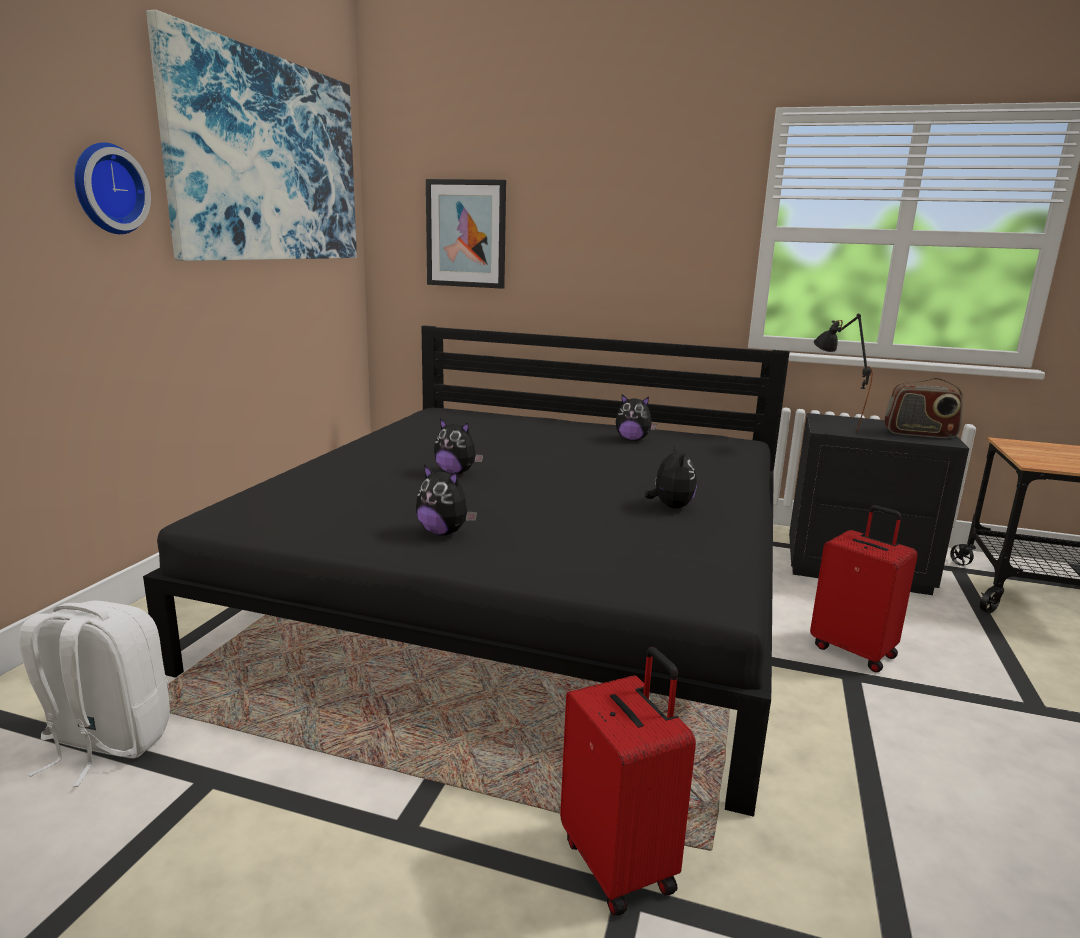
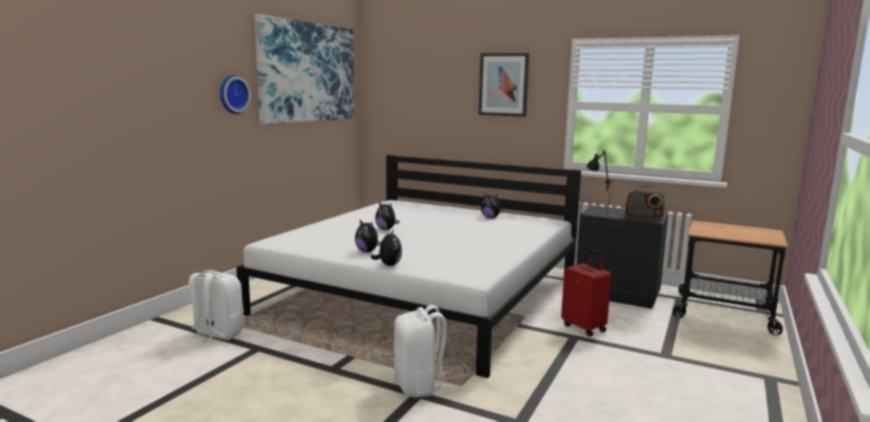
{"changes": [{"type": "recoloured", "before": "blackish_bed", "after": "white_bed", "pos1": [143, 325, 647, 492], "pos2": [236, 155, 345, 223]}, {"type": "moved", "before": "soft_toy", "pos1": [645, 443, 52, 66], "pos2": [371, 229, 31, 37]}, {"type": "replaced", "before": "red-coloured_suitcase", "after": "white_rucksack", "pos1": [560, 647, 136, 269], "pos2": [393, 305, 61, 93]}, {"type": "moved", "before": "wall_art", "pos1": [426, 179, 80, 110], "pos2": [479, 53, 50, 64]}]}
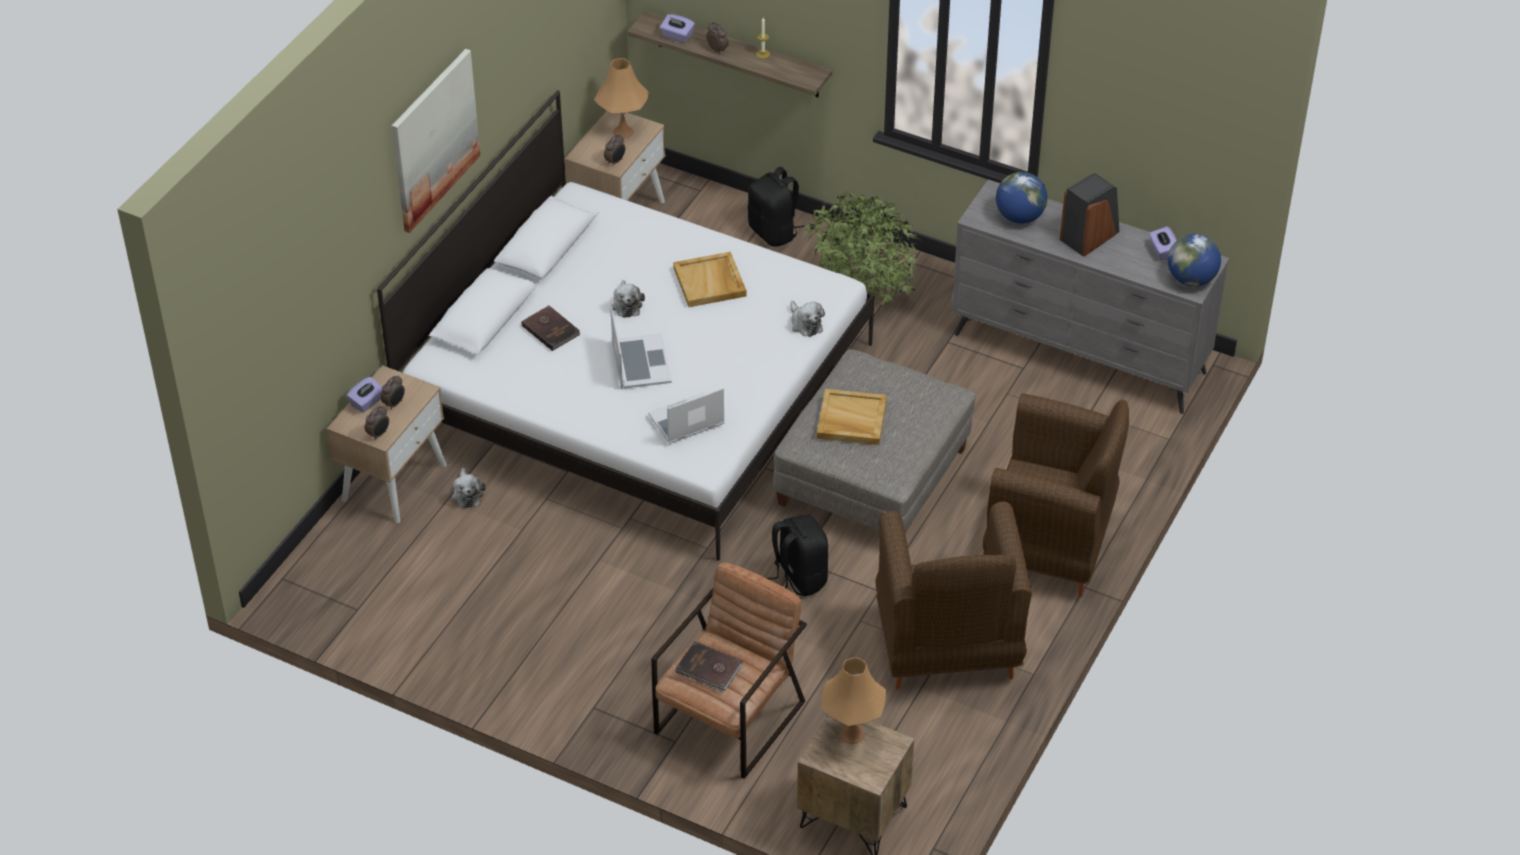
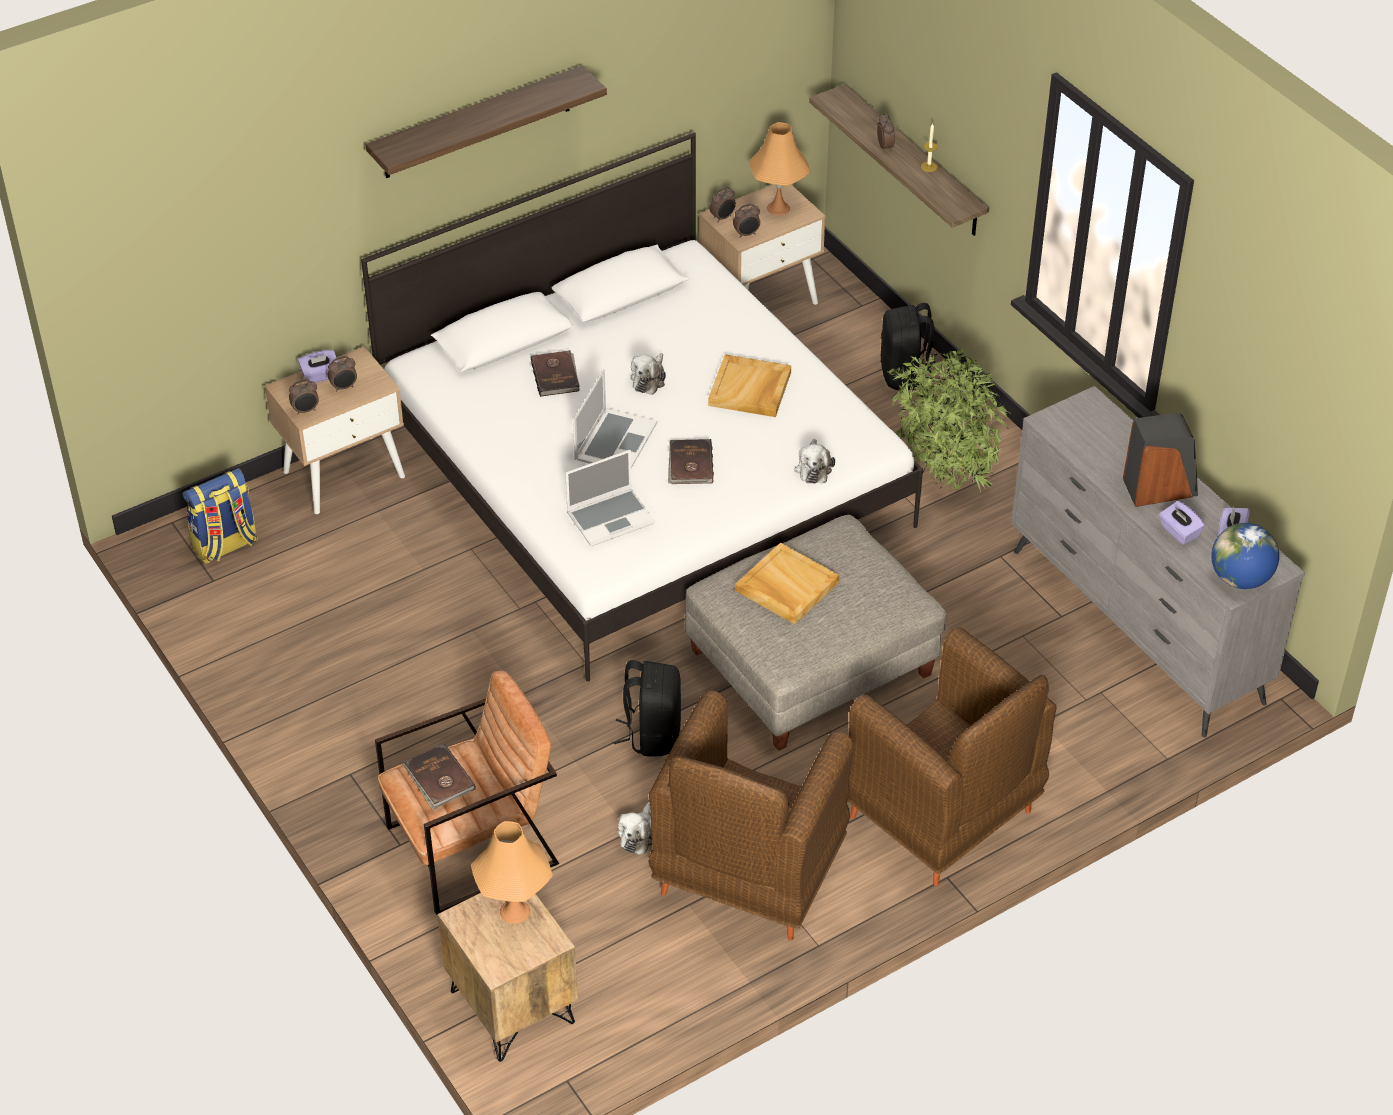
{"changes": [{"type": "added", "after": "rucksack", "pos2": [183, 468, 75, 96]}, {"type": "replaced", "before": "wall_art", "after": "wall_shelf", "pos1": [392, 49, 88, 184], "pos2": [365, 65, 242, 113]}, {"type": "turned", "before": "notebook_computer", "pos1": [648, 388, 77, 56], "pos2": [565, 450, 90, 96], "turn": 150}, {"type": "moved", "before": "soft_toy", "pos1": [451, 468, 34, 40], "pos2": [617, 802, 35, 53]}, {"type": "added", "after": "brown_book", "pos2": [668, 439, 46, 45]}, {"type": "added", "after": "alarm_clock", "pos2": [709, 187, 27, 35]}, {"type": "moved", "before": "purple_box_of_tissues", "pos1": [660, 14, 35, 29], "pos2": [1159, 501, 46, 44]}, {"type": "removed", "before": "desk_globe", "pos1": [996, 172, 51, 52]}]}
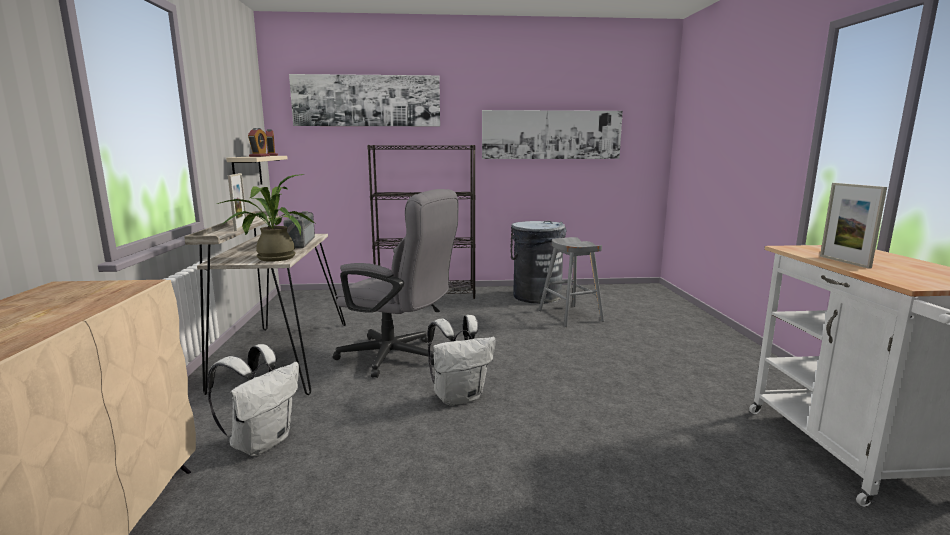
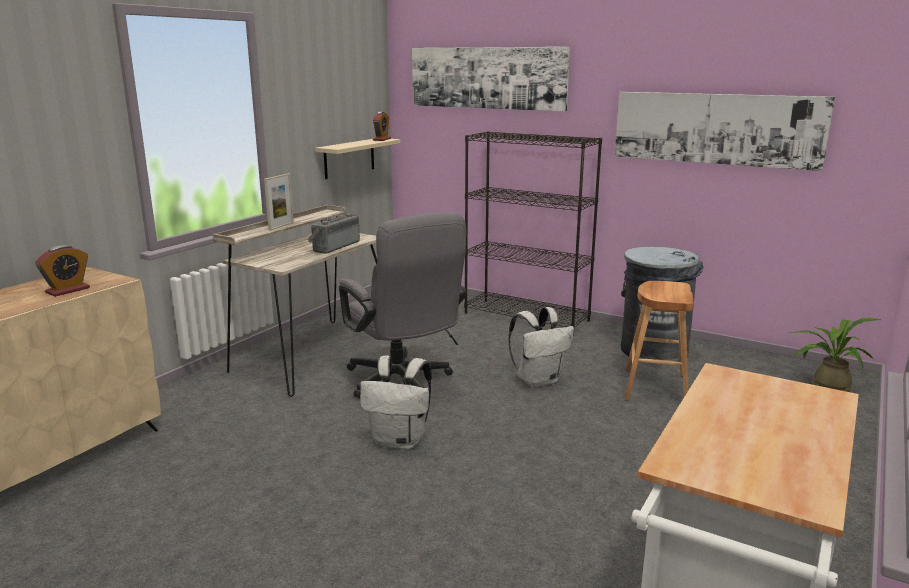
{"changes": [{"type": "moved", "before": "alarm_clock", "pos1": [248, 128, 22, 29], "pos2": [35, 245, 55, 52]}, {"type": "moved", "before": "white_rucksack", "pos1": [207, 344, 92, 112], "pos2": [508, 307, 66, 81]}, {"type": "recoloured", "before": "gray_sitting_stool", "after": "brown_sitting_stool", "pos1": [539, 237, 65, 90], "pos2": [624, 281, 70, 120]}, {"type": "moved", "before": "plant_in_a_pot", "pos1": [217, 174, 98, 88], "pos2": [789, 318, 91, 74]}, {"type": "removed", "before": "standing_frame", "pos1": [820, 183, 67, 86]}]}
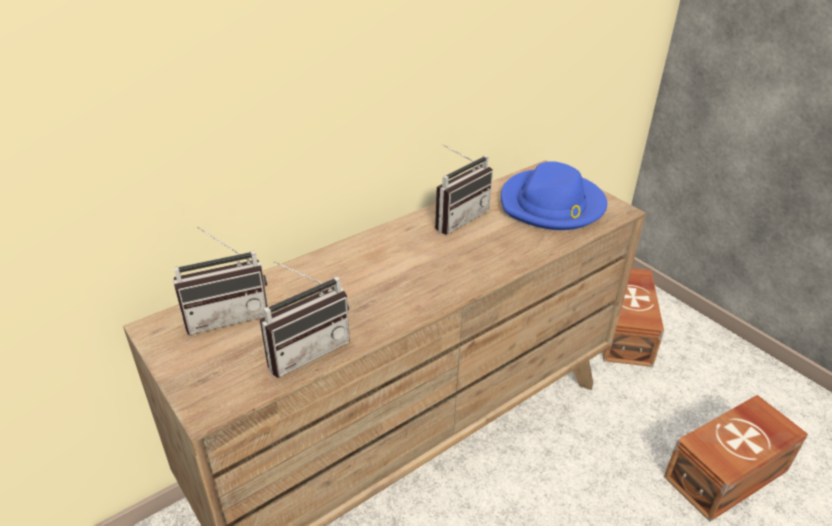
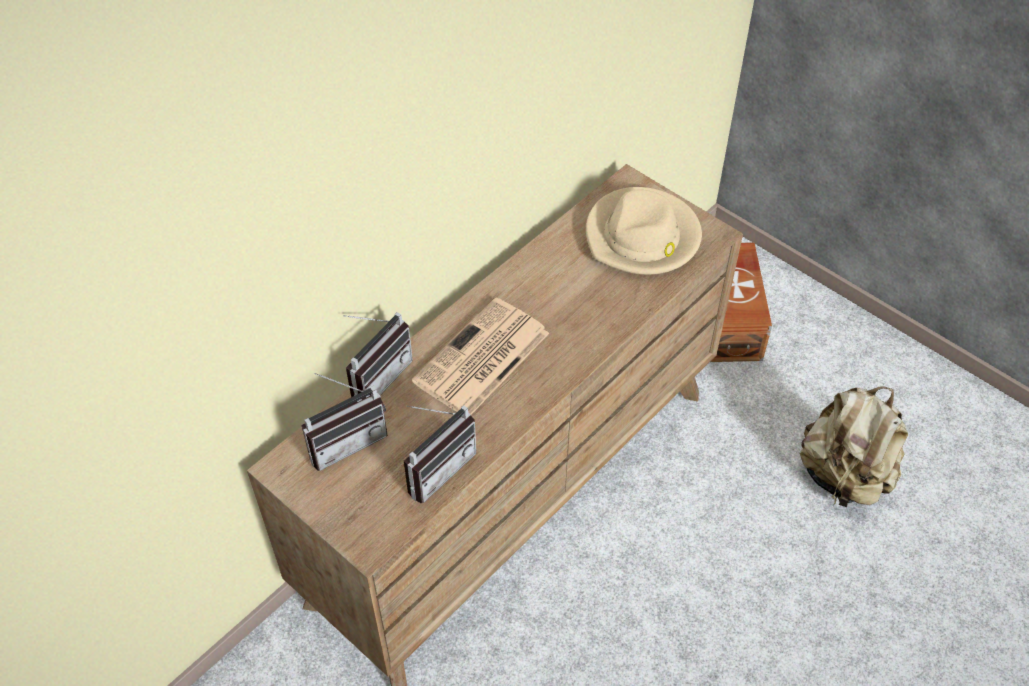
{"changes": [{"type": "moved", "before": "radio_receiver", "pos1": [435, 144, 58, 91], "pos2": [344, 312, 69, 85]}, {"type": "added", "after": "newspaper", "pos2": [412, 297, 137, 118]}, {"type": "recoloured", "before": "bluish_clothing_hat", "after": "beige_clothing_hat", "pos1": [501, 161, 106, 69], "pos2": [586, 187, 116, 88]}, {"type": "replaced", "before": "brown_storage_container", "after": "beige_rucksack", "pos1": [664, 395, 144, 127], "pos2": [800, 386, 108, 121]}]}
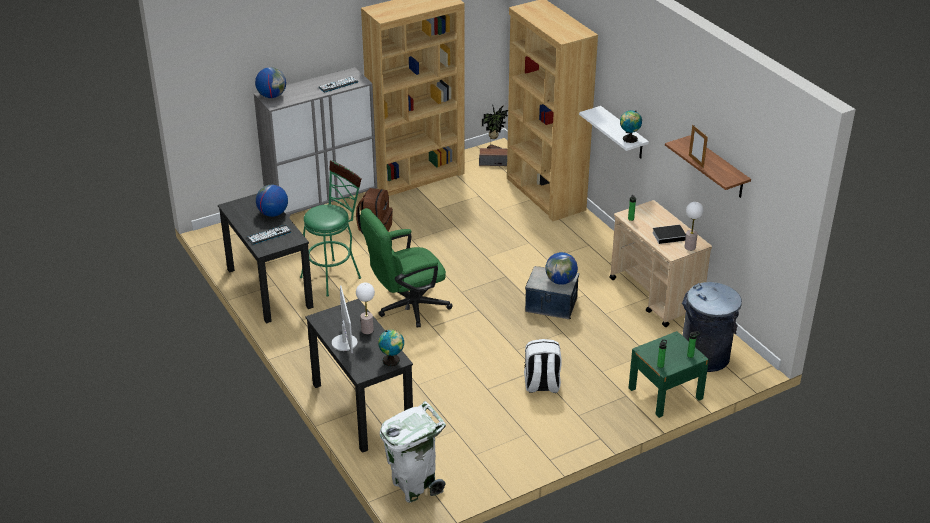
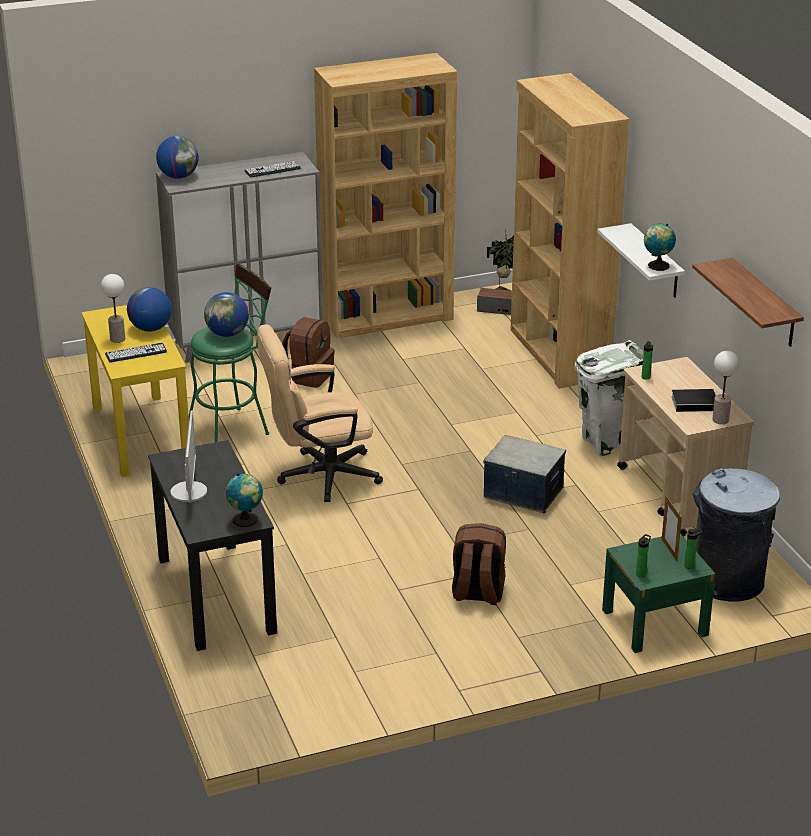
{"changes": [{"type": "recoloured", "before": "blackish_desk_unit", "after": "yellowish_desk_unit", "pos1": [218, 194, 96, 130], "pos2": [81, 305, 108, 172]}, {"type": "moved", "before": "table_lamp", "pos1": [356, 283, 19, 51], "pos2": [101, 274, 24, 69]}, {"type": "moved", "before": "desk_globe", "pos1": [545, 252, 33, 33], "pos2": [204, 292, 45, 45]}, {"type": "recoloured", "before": "green_desk_chair", "after": "beige_desk_chair", "pos1": [360, 208, 93, 119], "pos2": [257, 324, 126, 178]}, {"type": "recoloured", "before": "white_rucksack", "after": "brown_rucksack", "pos1": [524, 339, 38, 54], "pos2": [452, 523, 54, 82]}, {"type": "moved", "before": "white_rubbish_bin", "pos1": [380, 401, 66, 102], "pos2": [574, 340, 70, 116]}, {"type": "moved", "before": "standing_frame", "pos1": [689, 125, 19, 43], "pos2": [662, 496, 20, 65]}]}
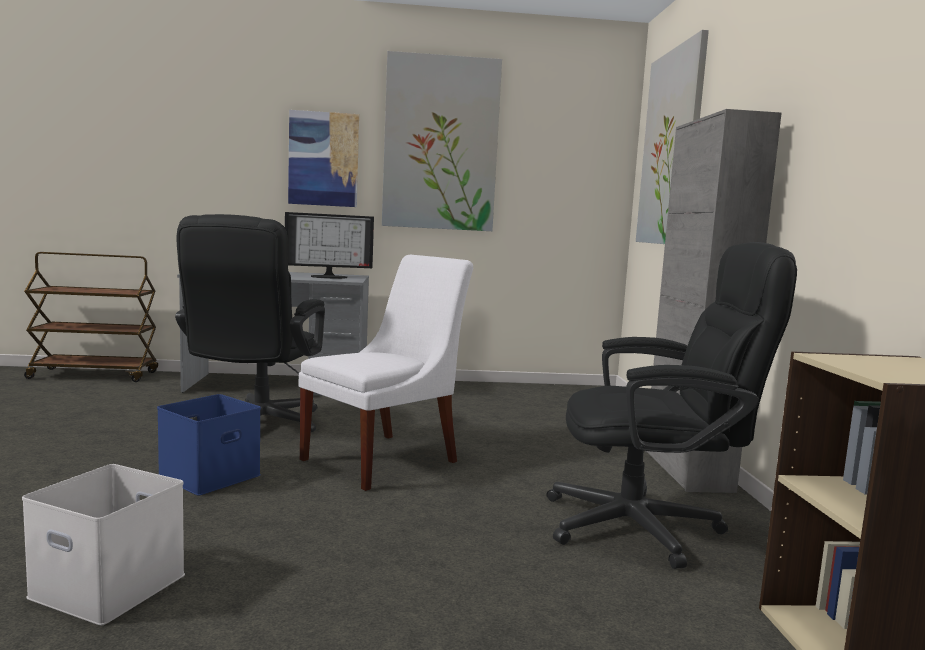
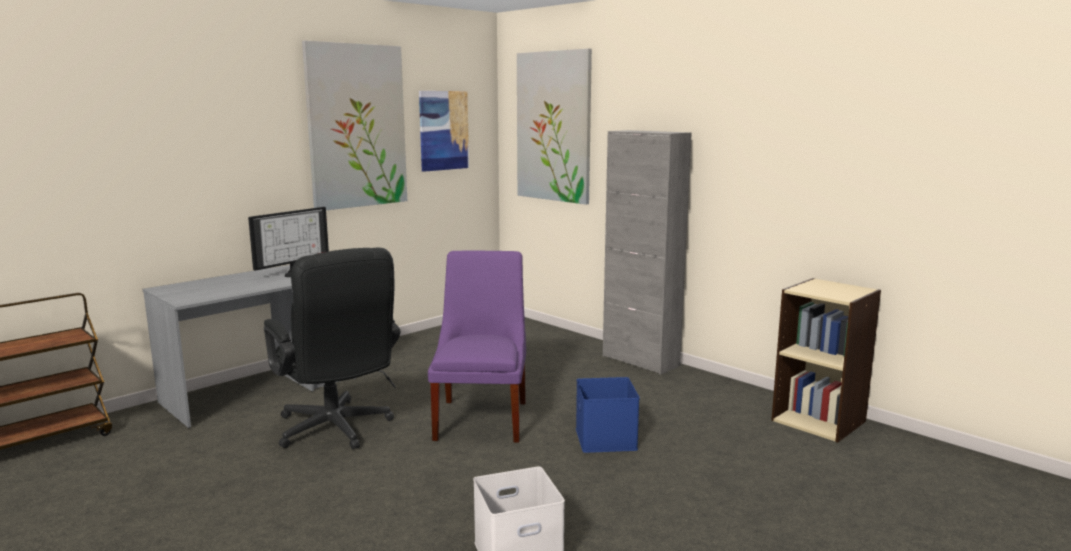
{"changes": [{"type": "moved", "before": "wall_art", "pos1": [288, 110, 71, 97], "pos2": [419, 91, 50, 81]}, {"type": "recoloured", "before": "white_chair", "after": "purple_chair", "pos1": [299, 255, 174, 236], "pos2": [428, 251, 98, 192]}, {"type": "moved", "before": "bluish_storage_container", "pos1": [157, 394, 104, 101], "pos2": [576, 377, 64, 76]}, {"type": "removed", "before": "blackish_desk_chair", "pos1": [546, 242, 251, 327]}]}
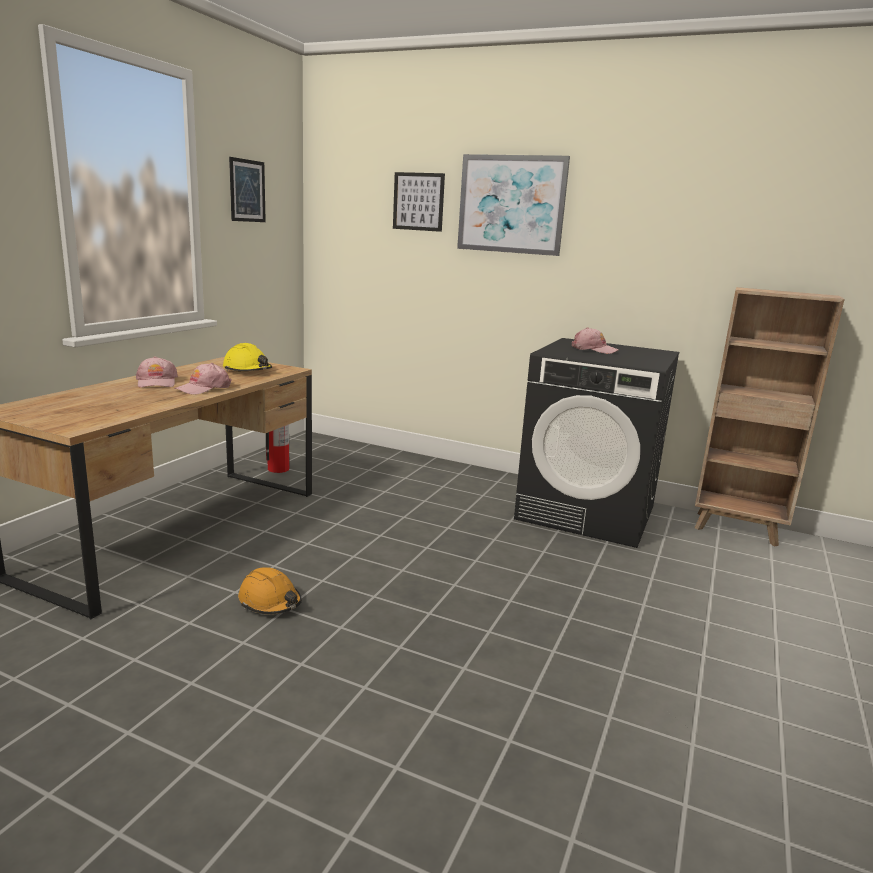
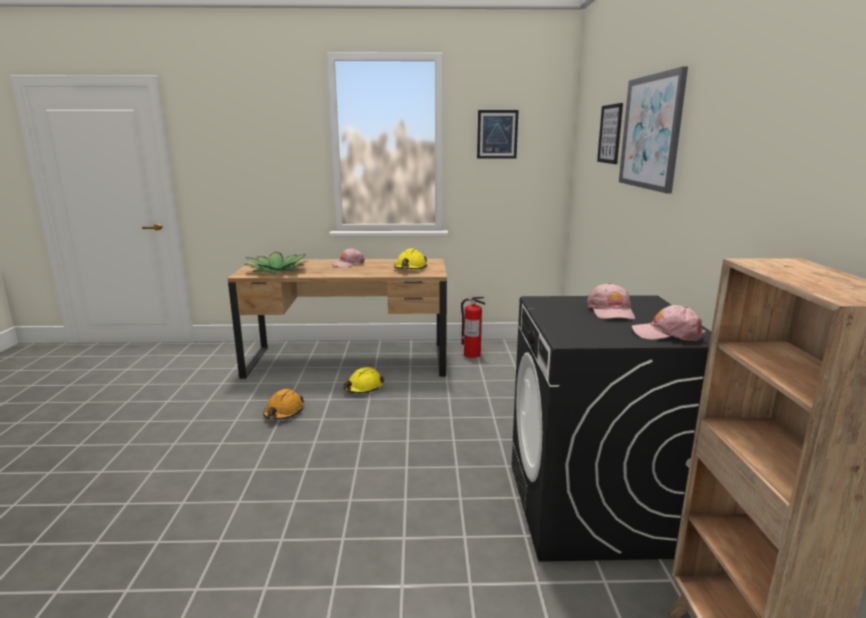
{"changes": [{"type": "added", "after": "plant_in_a_pot", "pos2": [244, 252, 64, 21]}, {"type": "added", "after": "yellowish_work_helmet", "pos2": [343, 367, 41, 26]}, {"type": "moved", "before": "pink_baseball_cap", "pos1": [175, 363, 57, 32], "pos2": [632, 305, 74, 36]}]}
